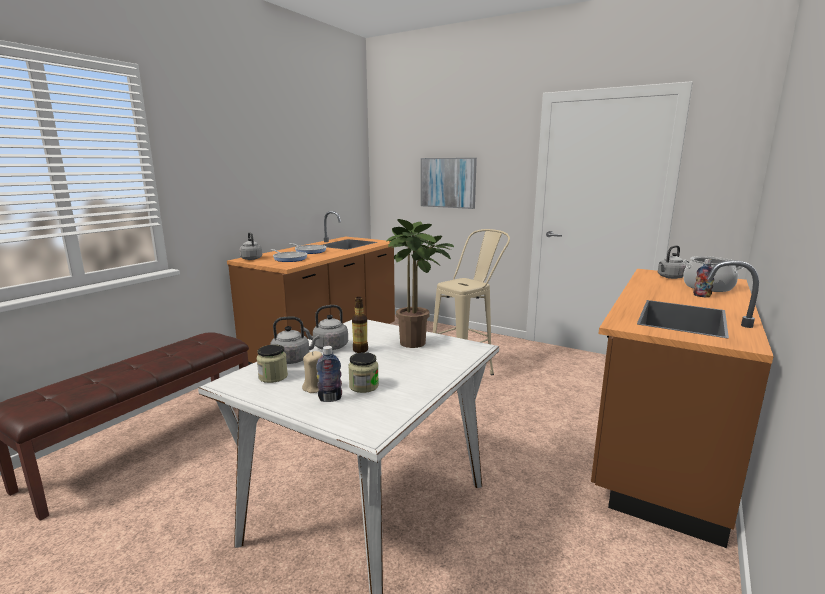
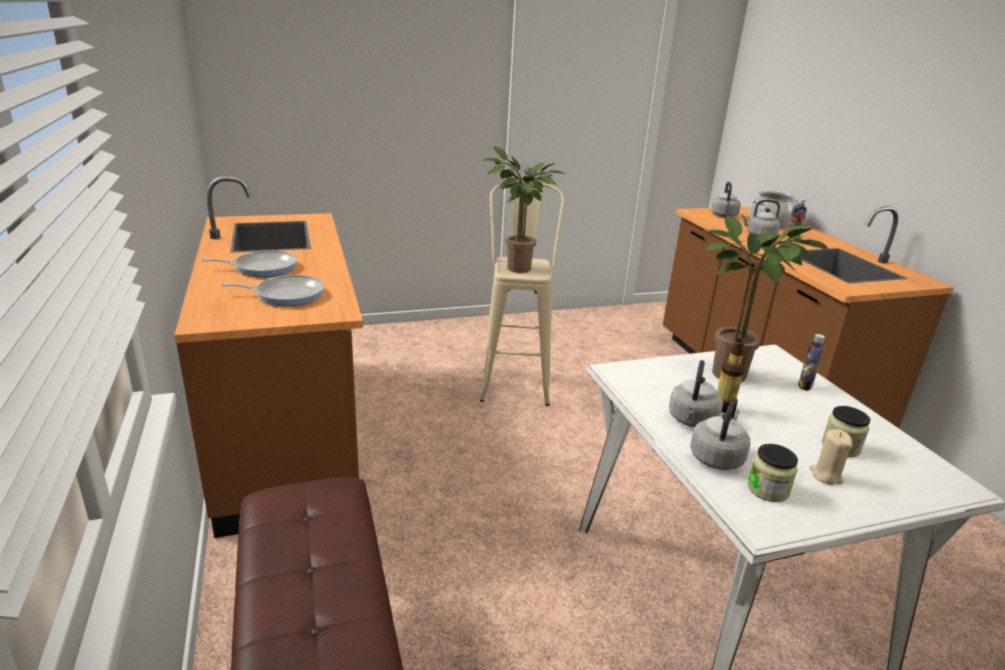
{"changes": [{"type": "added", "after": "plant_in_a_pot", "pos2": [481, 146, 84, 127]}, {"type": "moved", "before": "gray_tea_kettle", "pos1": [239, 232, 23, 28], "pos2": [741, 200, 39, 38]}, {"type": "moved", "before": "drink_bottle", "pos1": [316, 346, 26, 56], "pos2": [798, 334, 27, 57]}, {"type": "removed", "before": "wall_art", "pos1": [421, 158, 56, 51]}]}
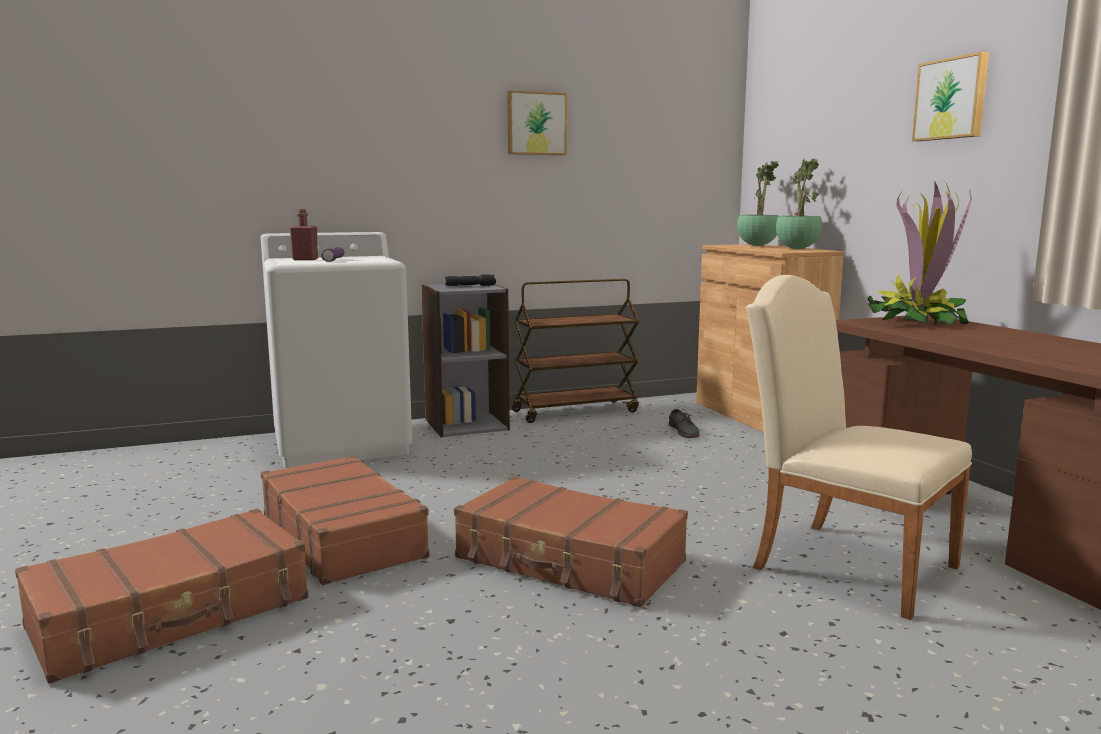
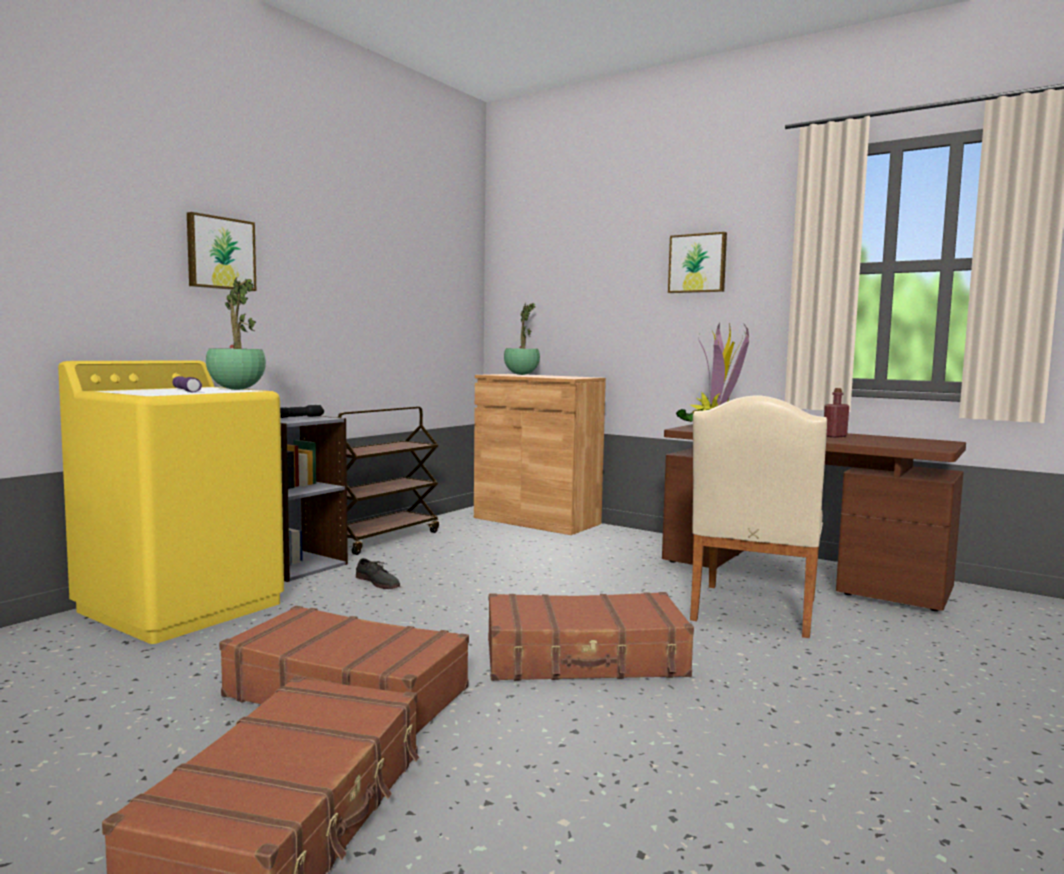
{"changes": [{"type": "recoloured", "before": "white_laundry_machine", "after": "yellowish_laundry_machine", "pos1": [261, 232, 151, 236], "pos2": [58, 360, 226, 284]}, {"type": "moved", "before": "wall_art", "pos1": [507, 90, 60, 65], "pos2": [187, 212, 69, 79]}, {"type": "moved", "before": "plant_in_a_pot", "pos1": [776, 158, 46, 91], "pos2": [206, 278, 60, 112]}, {"type": "moved", "before": "gray_item_of_footwear", "pos1": [669, 409, 31, 29], "pos2": [356, 558, 44, 31]}, {"type": "turned", "before": "beige_chair", "pos1": [746, 275, 226, 345], "pos2": [690, 395, 137, 243], "turn": -75}, {"type": "moved", "before": "red-coloured_drink_bottle", "pos1": [290, 209, 28, 51], "pos2": [824, 388, 25, 50]}]}
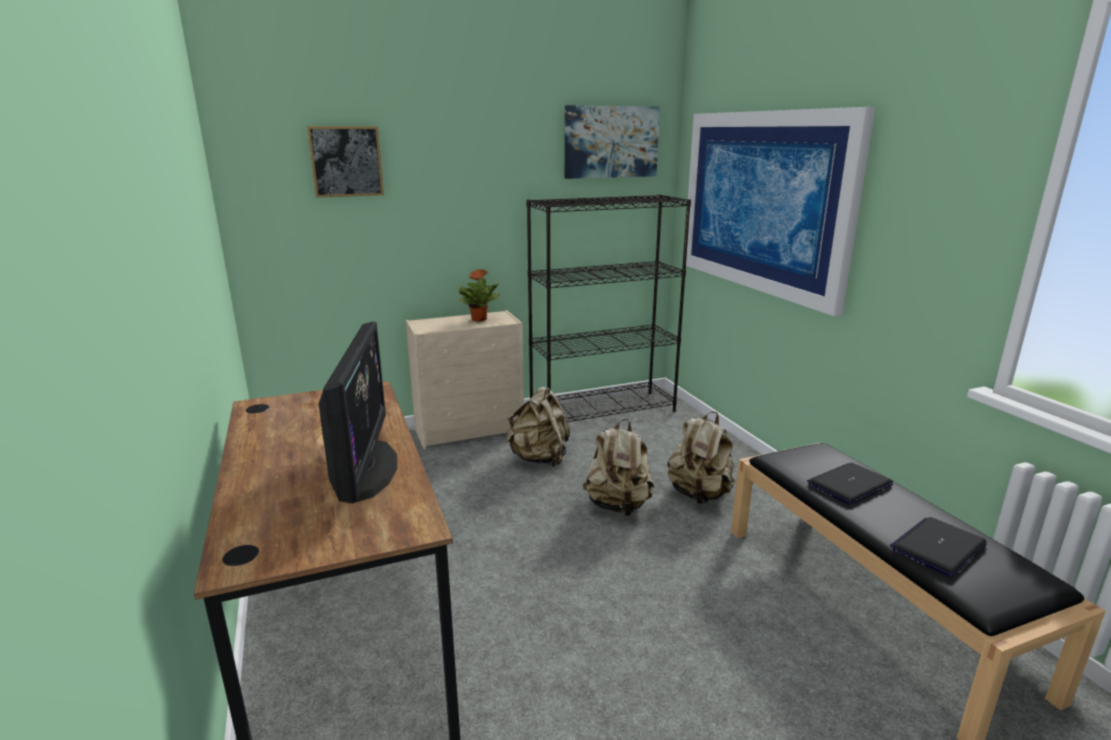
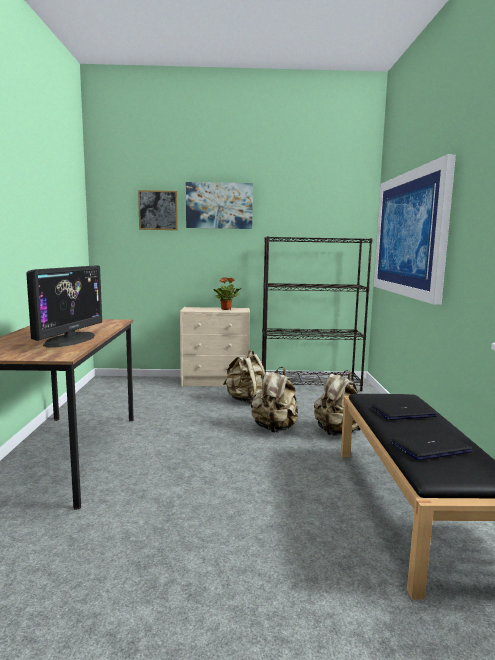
{"changes": [{"type": "moved", "before": "wall_art", "pos1": [565, 105, 95, 74], "pos2": [186, 182, 67, 47]}]}
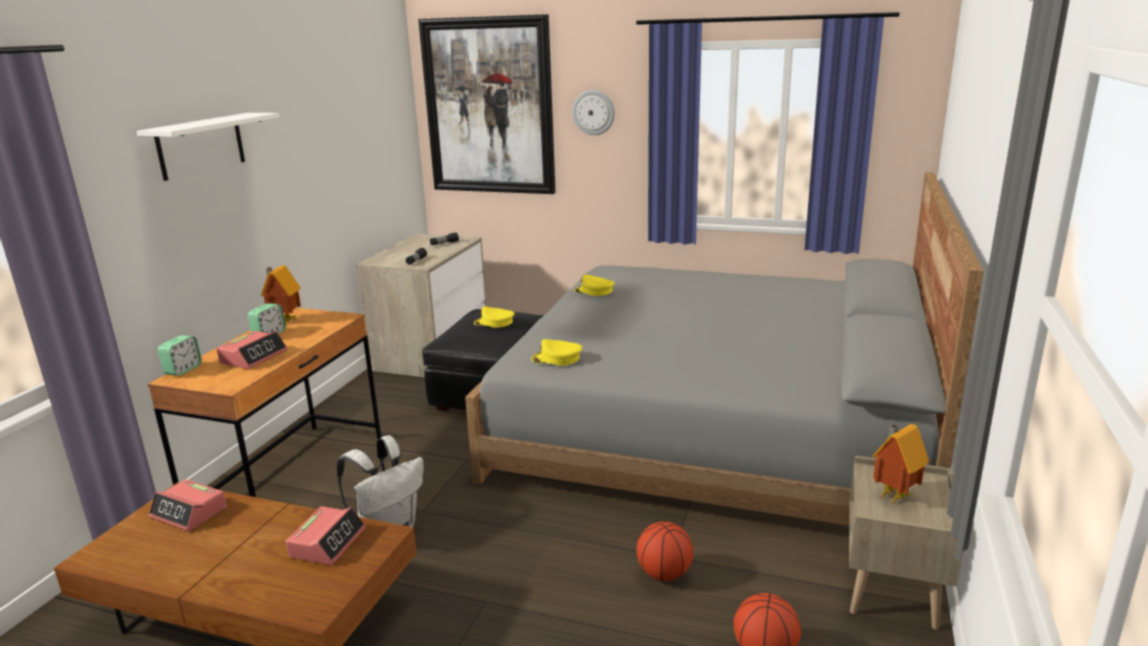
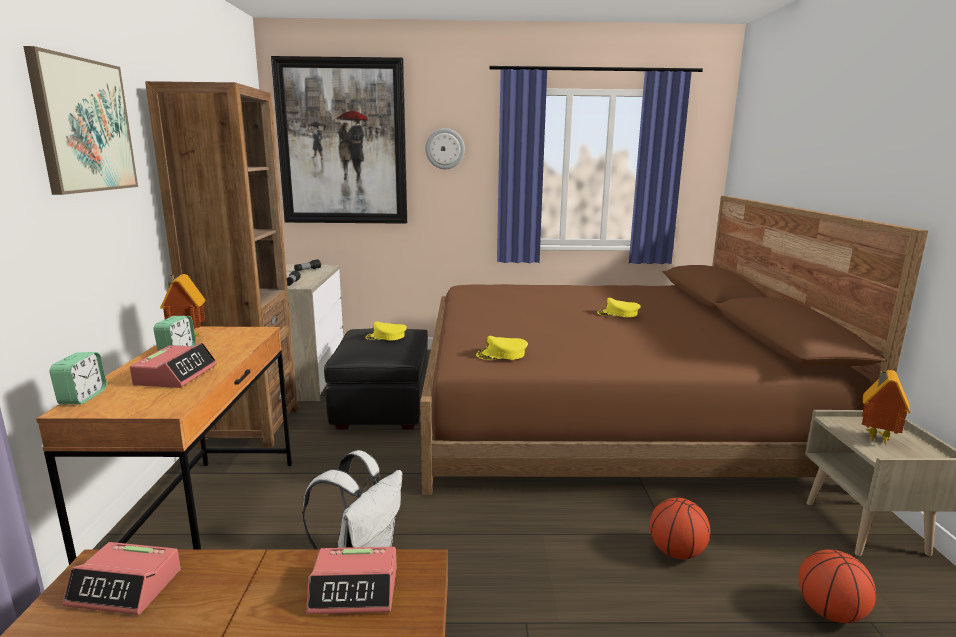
{"changes": [{"type": "replaced", "before": "white_wall_shelf", "after": "wall_art", "pos1": [136, 113, 144, 68], "pos2": [23, 46, 115, 149]}, {"type": "added", "after": "brown_shelving_unit", "pos2": [145, 81, 153, 367]}, {"type": "turned", "before": "alarm_clock", "pos1": [286, 506, 80, 59], "pos2": [306, 547, 91, 68], "turn": 90}, {"type": "recoloured", "before": "gray_bed", "after": "brown_bed", "pos1": [465, 172, 519, 354], "pos2": [420, 196, 508, 299]}, {"type": "moved", "before": "yellowish_baseball_cap", "pos1": [574, 274, 41, 22], "pos2": [597, 298, 44, 19]}]}
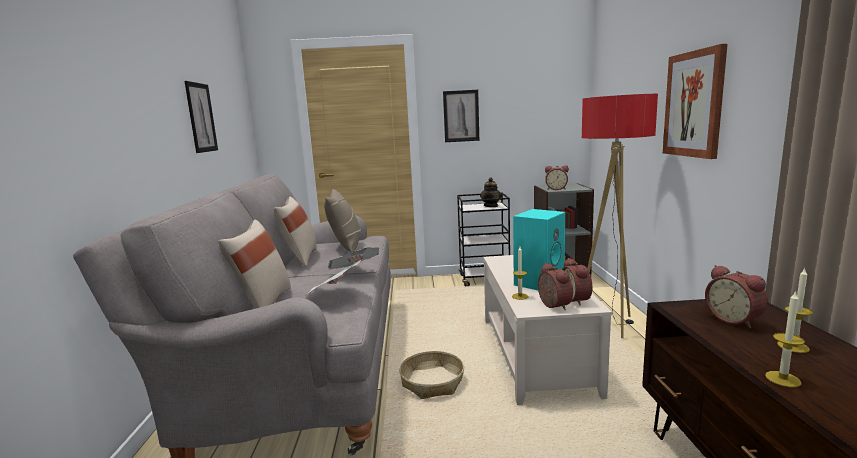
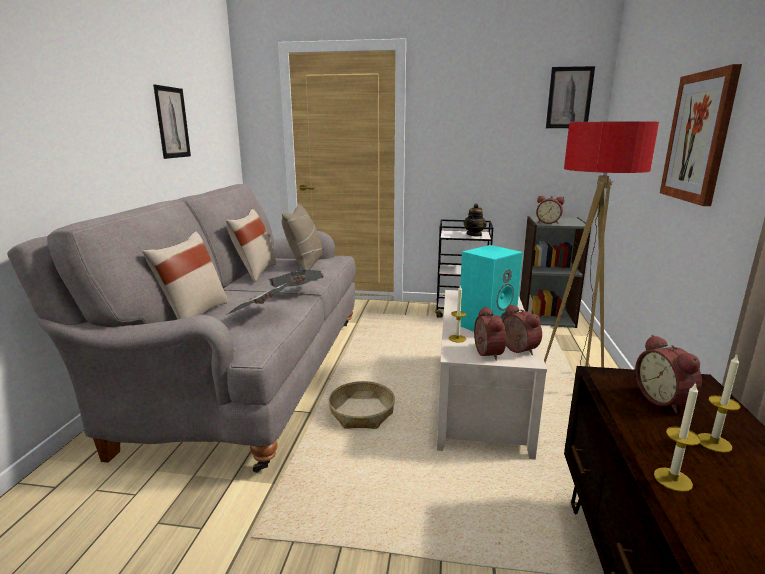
{"changes": [{"type": "turned", "before": "alarm_clock", "pos1": [562, 258, 31, 47], "pos2": [503, 304, 39, 51], "turn": 150}, {"type": "moved", "before": "wall_art", "pos1": [443, 90, 36, 52], "pos2": [546, 66, 49, 62]}]}
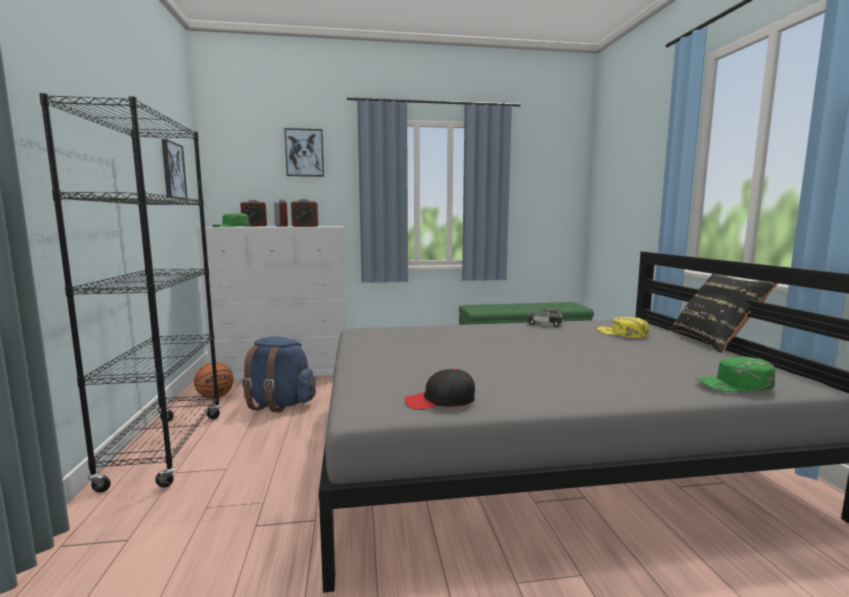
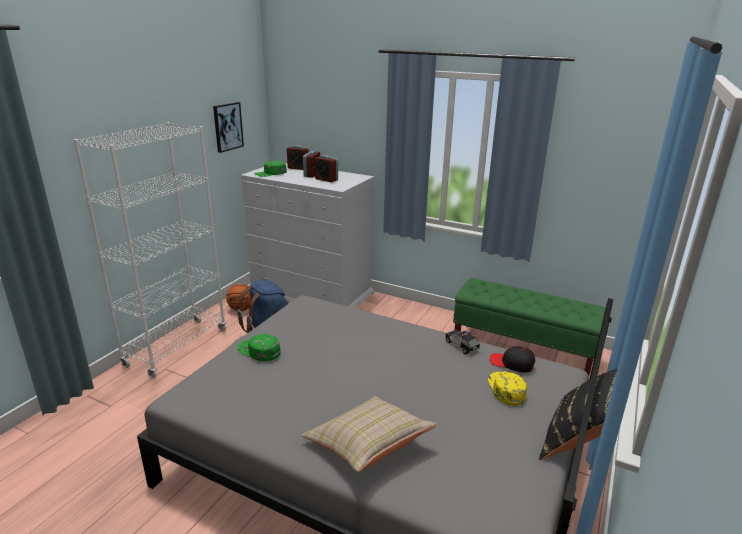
{"changes": [{"type": "recoloured", "before": "blackish_shelving_unit", "after": "white_shelving_unit", "pos1": [39, 93, 182, 399], "pos2": [74, 122, 152, 256]}, {"type": "moved", "before": "green_baseball_cap", "pos1": [696, 357, 79, 35], "pos2": [237, 334, 44, 27]}, {"type": "added", "after": "beige_cushion", "pos2": [301, 396, 136, 76]}, {"type": "moved", "before": "blackish_baseball_cap", "pos1": [404, 368, 71, 42], "pos2": [490, 346, 45, 27]}, {"type": "removed", "before": "wall_art", "pos1": [284, 128, 40, 49]}]}
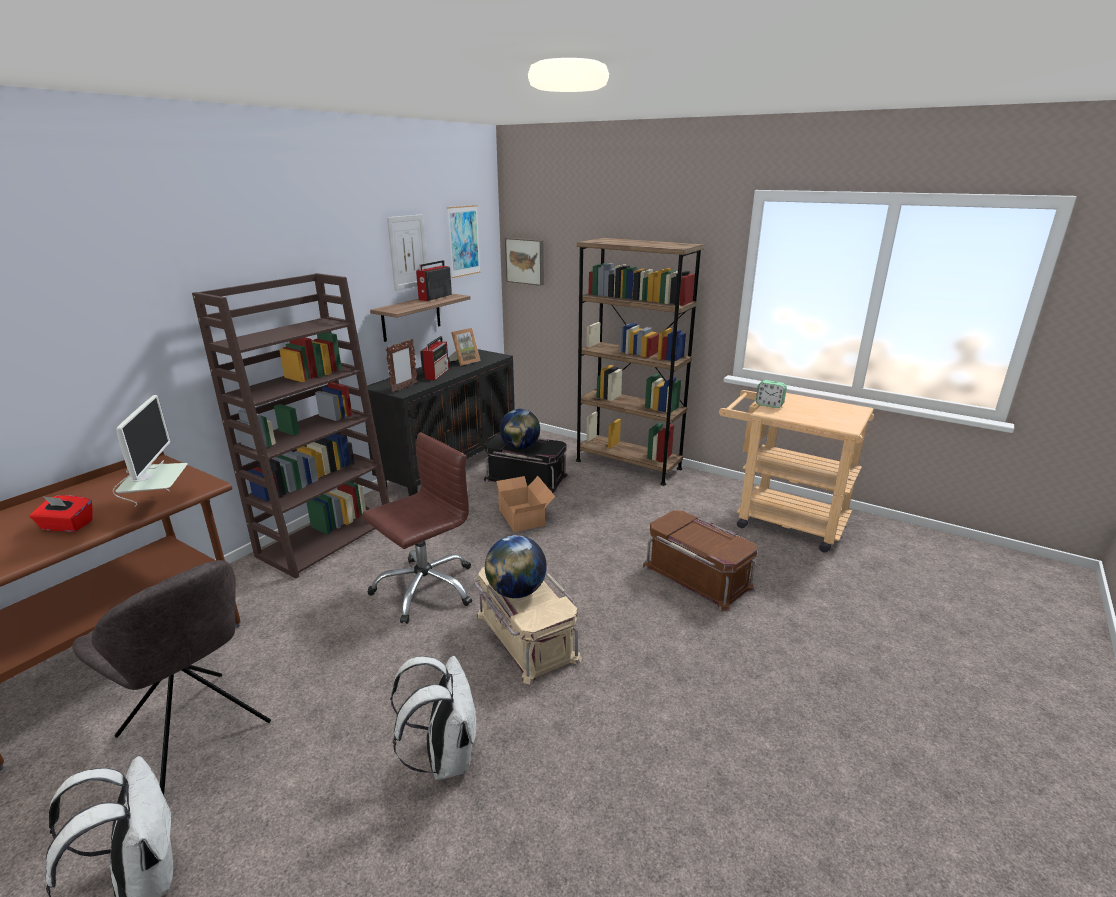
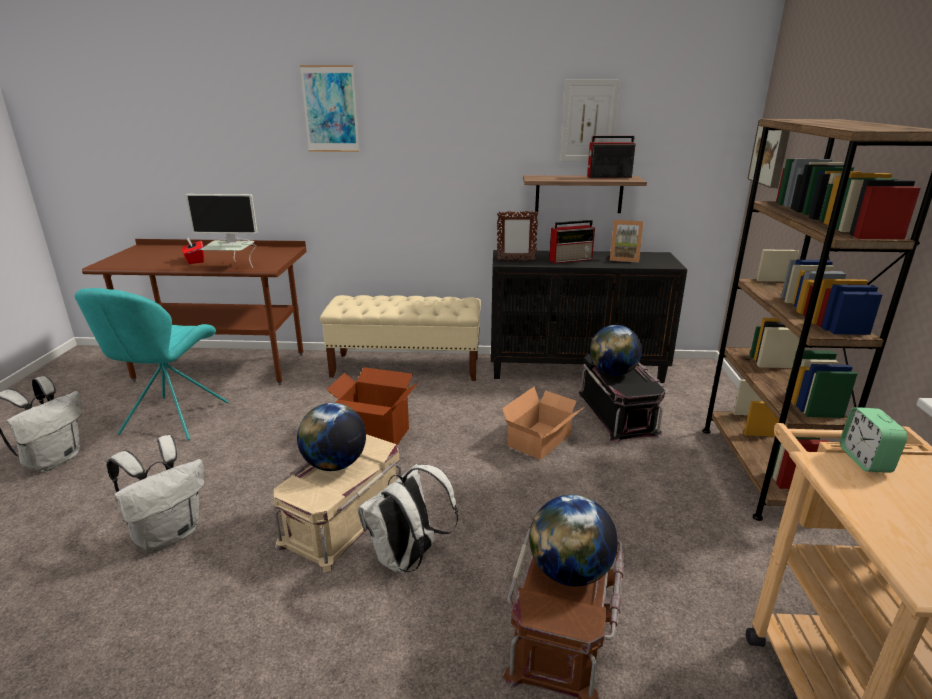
{"changes": [{"type": "recoloured", "before": "gray_chair", "after": "turquoise-coloured_chair", "pos1": [72, 560, 199, 235], "pos2": [75, 288, 154, 152]}, {"type": "turned", "before": "computer_display", "pos1": [113, 395, 75, 112], "pos2": [185, 194, 73, 74], "turn": 45}, {"type": "moved", "before": "wall_art", "pos1": [447, 205, 34, 73], "pos2": [300, 65, 60, 87]}, {"type": "replaced", "before": "brown_shelving_unit", "after": "beige_long_seat", "pos1": [192, 273, 197, 305], "pos2": [320, 295, 161, 86]}, {"type": "replaced", "before": "brown_desk_chair", "after": "cardboard_box", "pos1": [362, 432, 110, 192], "pos2": [326, 367, 92, 78]}, {"type": "added", "after": "white_rucksack", "pos2": [358, 464, 100, 110]}, {"type": "added", "after": "desk_globe", "pos2": [529, 495, 89, 91]}]}
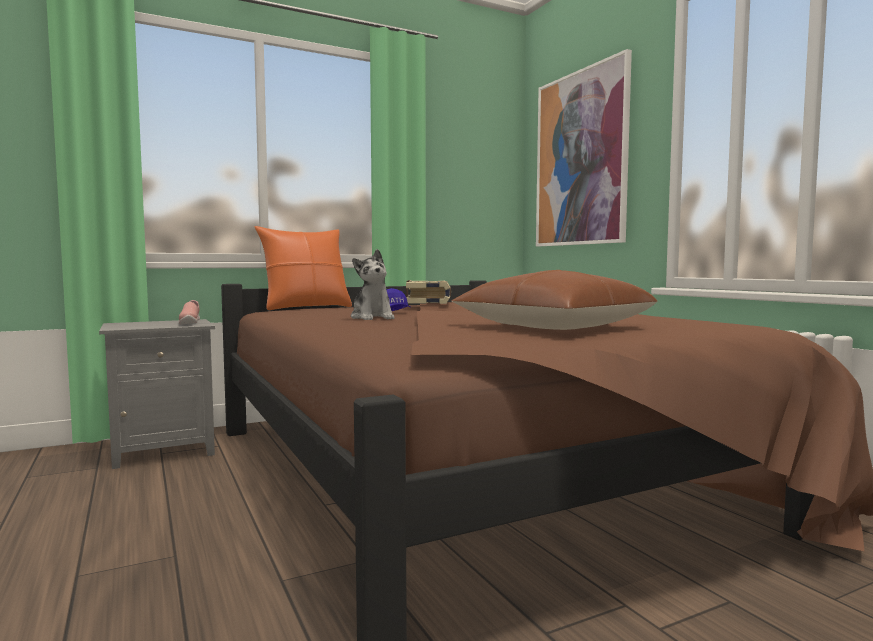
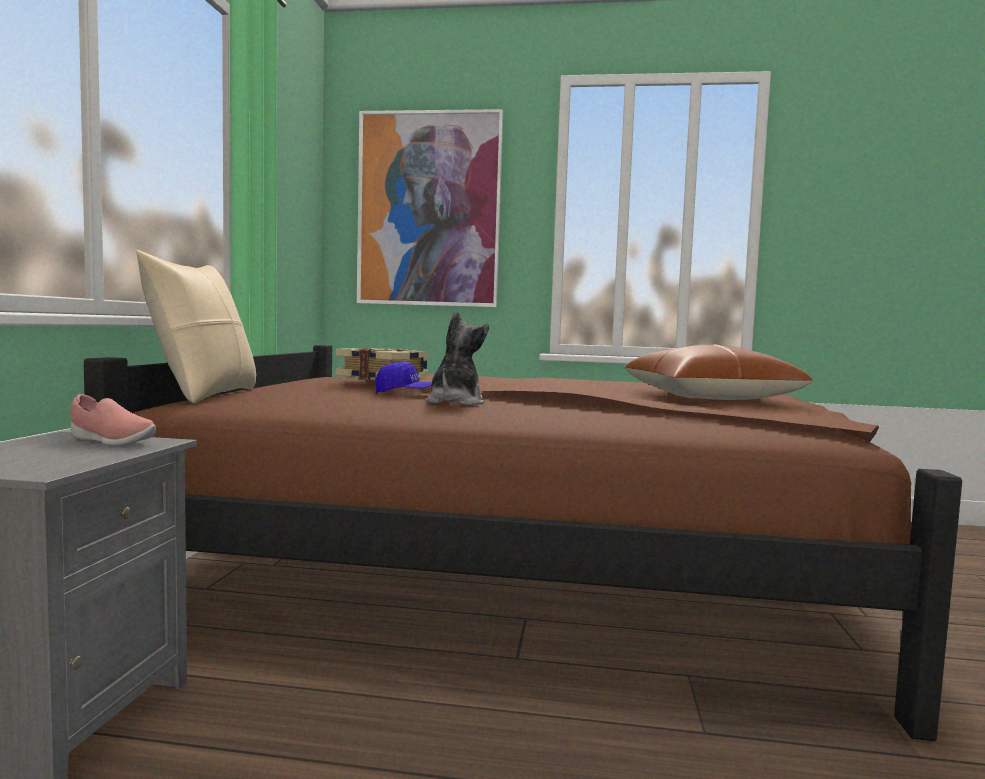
{"changes": [{"type": "recoloured", "before": "orangey_cushion", "after": "beige_cushion", "pos1": [255, 226, 97, 84], "pos2": [136, 250, 120, 153]}, {"type": "turned", "before": "soft_toy", "pos1": [351, 249, 43, 71], "pos2": [427, 311, 62, 95], "turn": -90}]}
